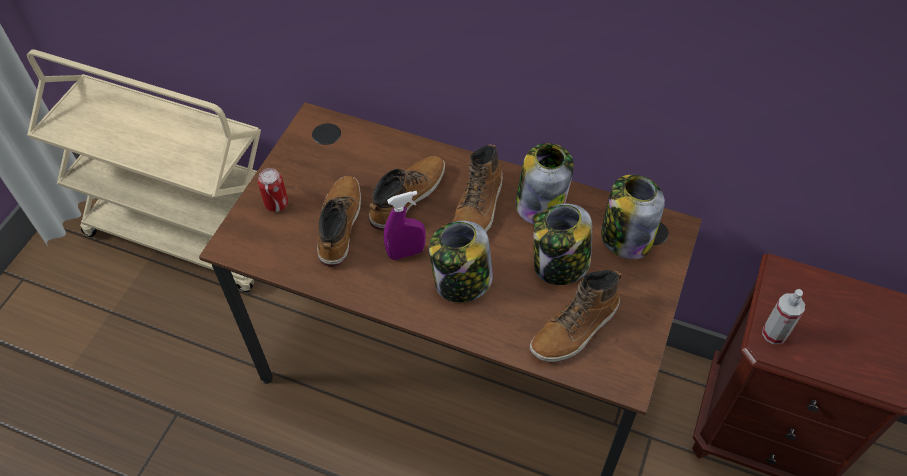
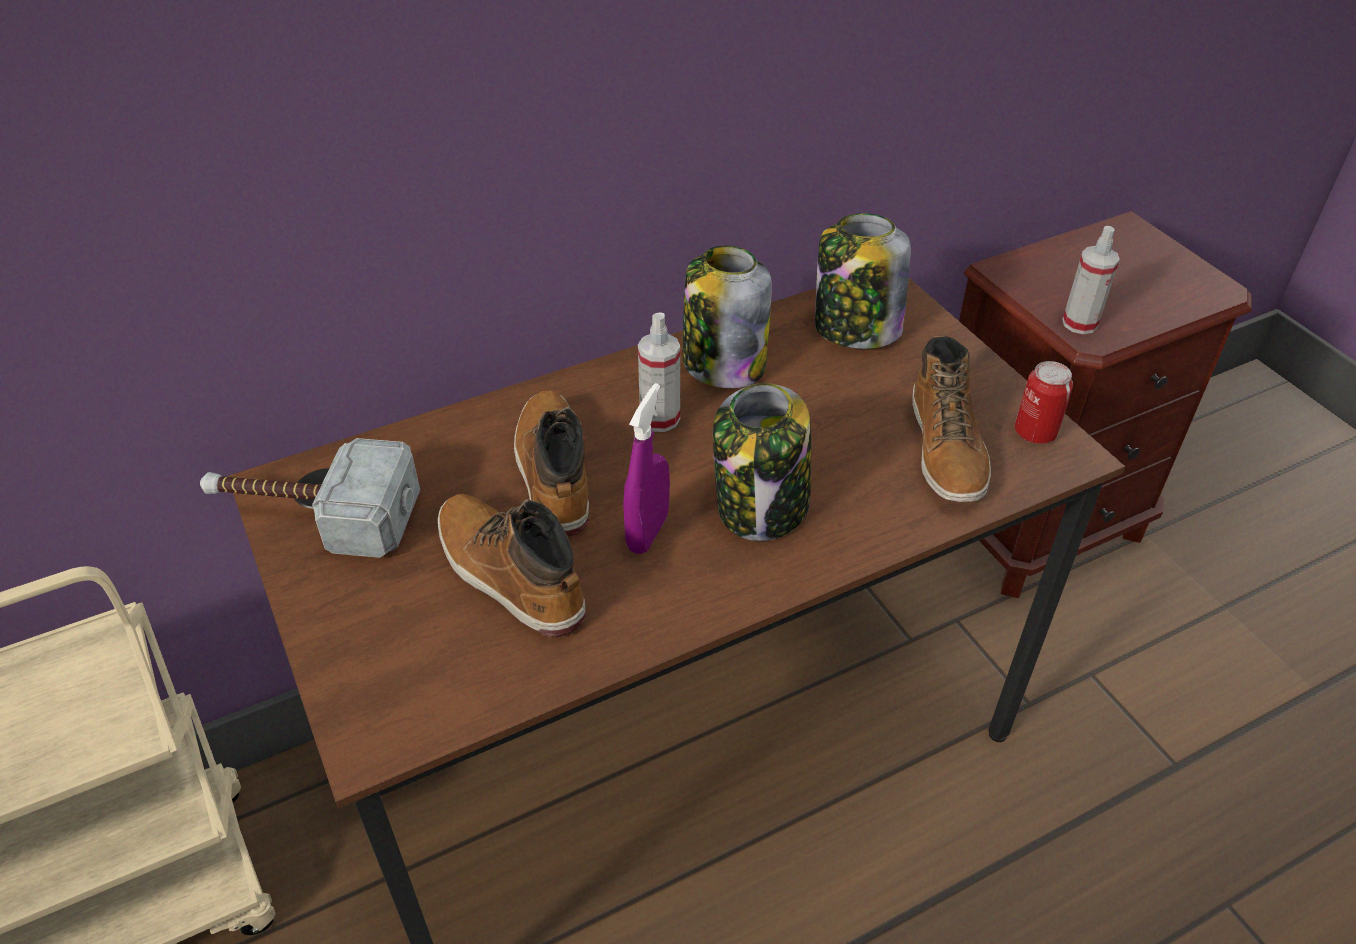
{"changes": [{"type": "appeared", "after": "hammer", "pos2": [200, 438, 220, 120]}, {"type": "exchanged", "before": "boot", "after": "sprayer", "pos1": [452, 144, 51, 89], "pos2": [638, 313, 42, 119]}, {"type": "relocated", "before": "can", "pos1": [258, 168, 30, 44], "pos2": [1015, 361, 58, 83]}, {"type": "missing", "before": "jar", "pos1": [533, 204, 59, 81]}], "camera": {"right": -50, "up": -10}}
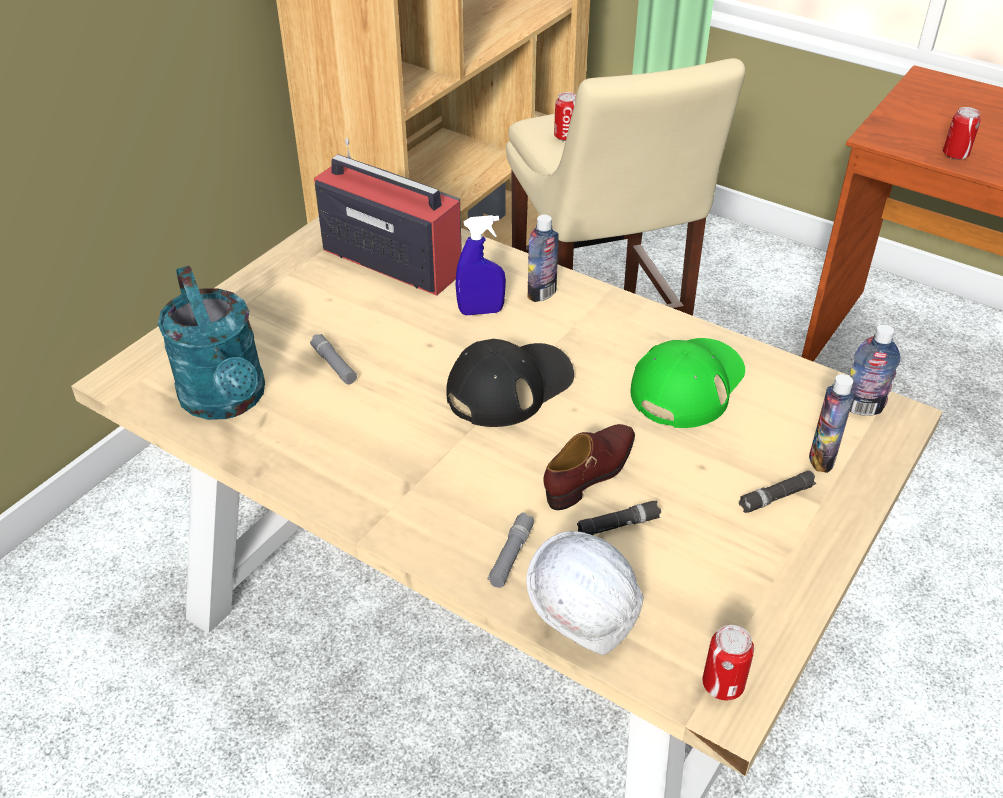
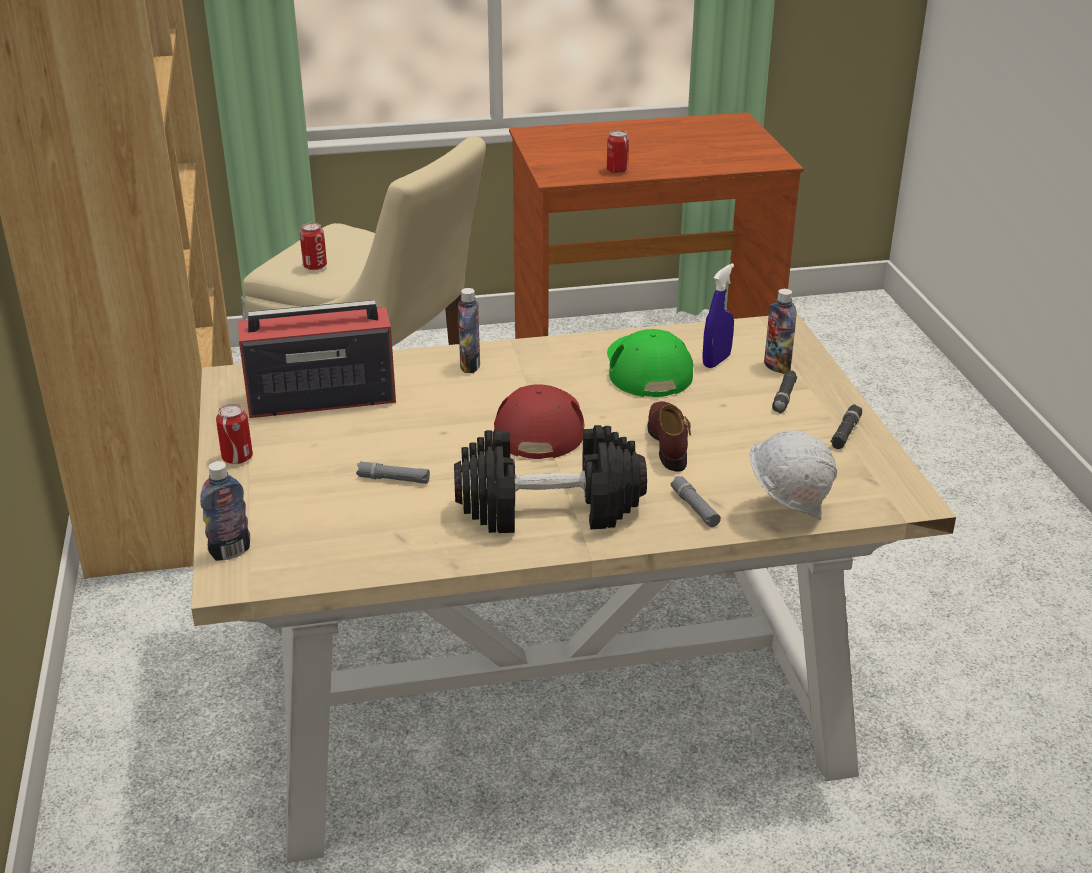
{"changes": [{"type": "relocated", "before": "beverage bottle", "pos1": [850, 325, 51, 91], "pos2": [200, 461, 50, 100]}, {"type": "relocated", "before": "can", "pos1": [702, 625, 52, 76], "pos2": [216, 404, 37, 60]}, {"type": "appeared", "after": "black dumbbell", "pos2": [454, 425, 193, 108]}, {"type": "colour", "before": "black peaked cap", "after": "red-coloured peaked cap", "pos1": [446, 339, 128, 88], "pos2": [494, 384, 90, 75]}, {"type": "relocated", "before": "blue sprayer", "pos1": [456, 215, 50, 100], "pos2": [702, 263, 32, 105]}, {"type": "relocated", "before": "black torch", "pos1": [577, 501, 84, 34], "pos2": [830, 404, 32, 45]}, {"type": "missing", "before": "blue-green sprinkling can", "pos1": [158, 266, 107, 154]}], "camera": {"right": -45, "up": -10}}
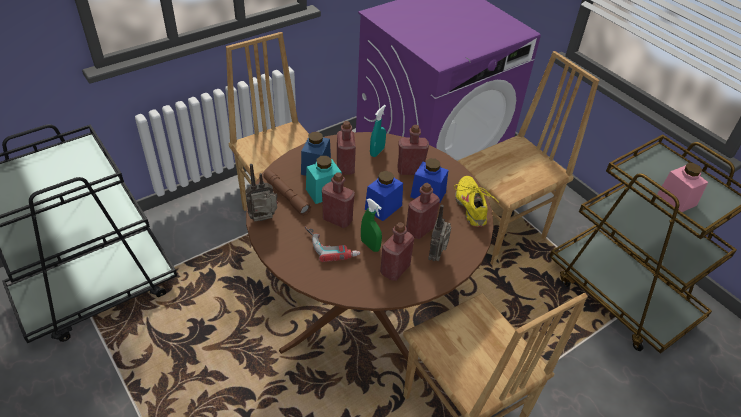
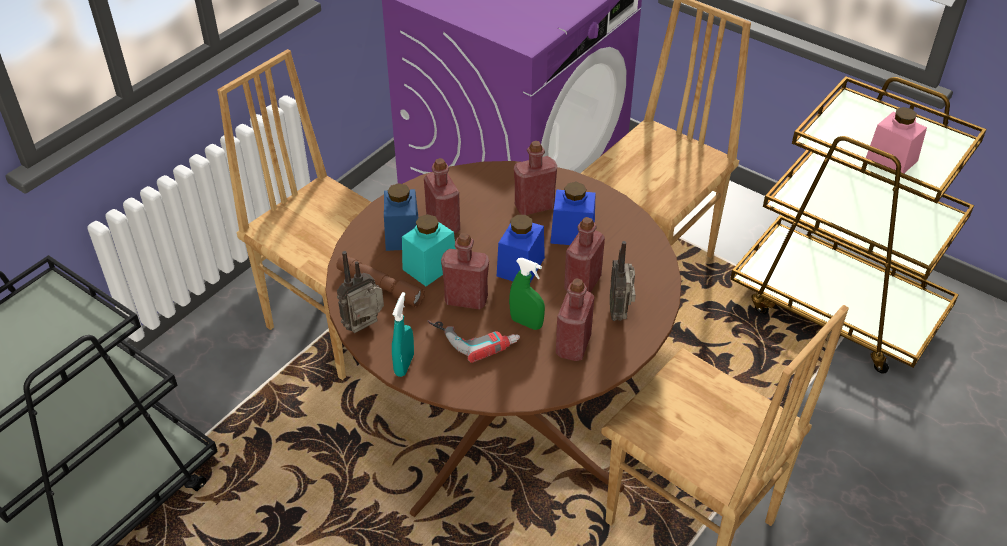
{"changes": [{"type": "relocated", "before": "blue-green sprayer", "pos1": [370, 105, 16, 52], "pos2": [392, 292, 22, 85]}, {"type": "missing", "before": "yellowish low shoe", "pos1": [454, 176, 41, 51]}], "camera": {"right": -15, "up": 0}}
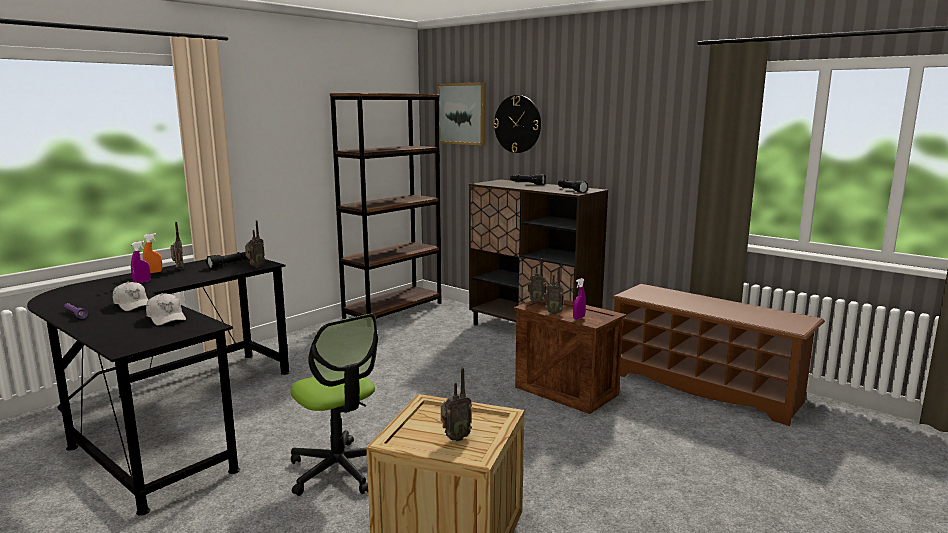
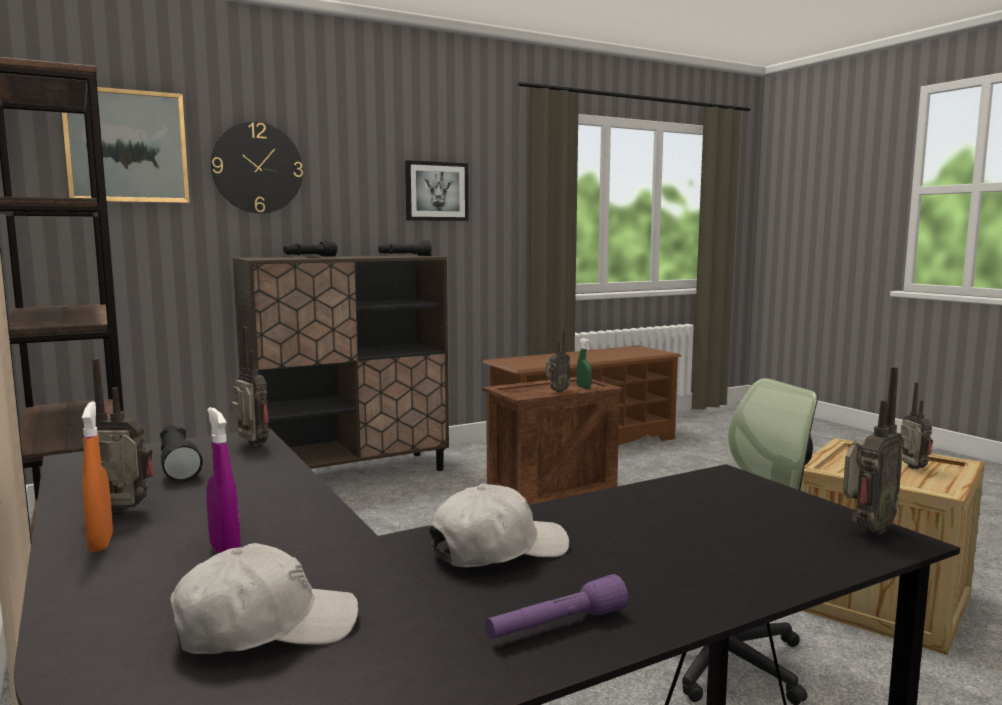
{"changes": [{"type": "relocated", "before": "white-coloured peaked cap", "pos1": [146, 293, 40, 33], "pos2": [170, 543, 188, 111]}, {"type": "appeared", "after": "picture", "pos2": [405, 160, 63, 61]}, {"type": "colour", "before": "purplish sprayer", "after": "green sprayer", "pos1": [573, 278, 13, 42], "pos2": [576, 338, 16, 51]}, {"type": "relocated", "before": "radio receiver", "pos1": [528, 258, 19, 46], "pos2": [843, 367, 61, 168]}], "camera": {"right": -70, "up": -5}}
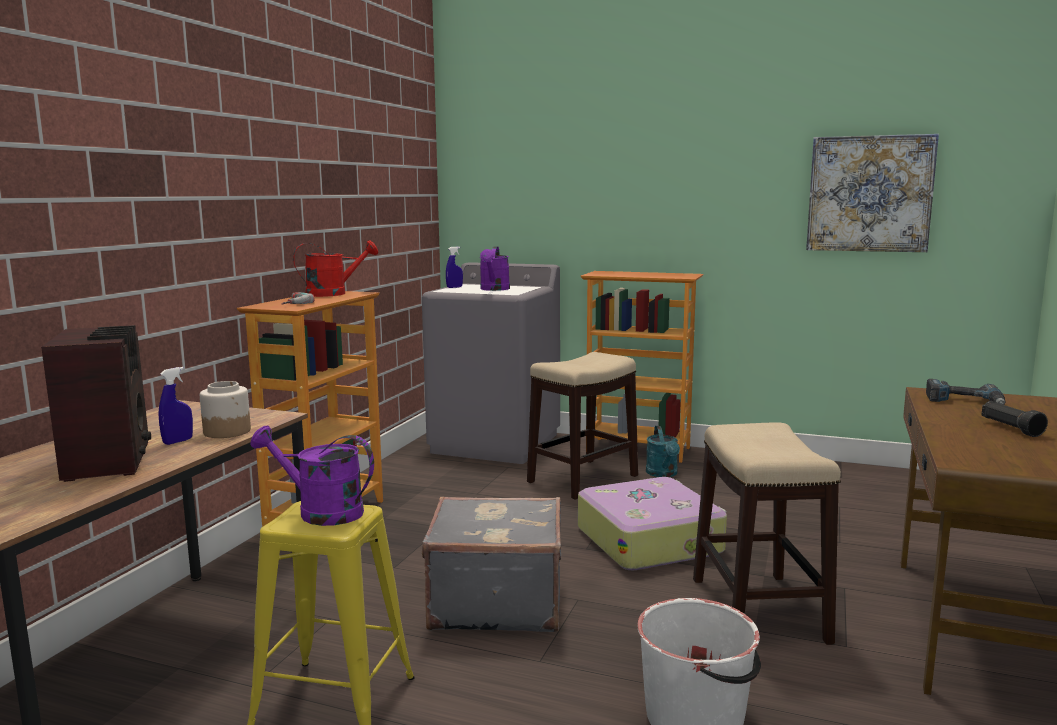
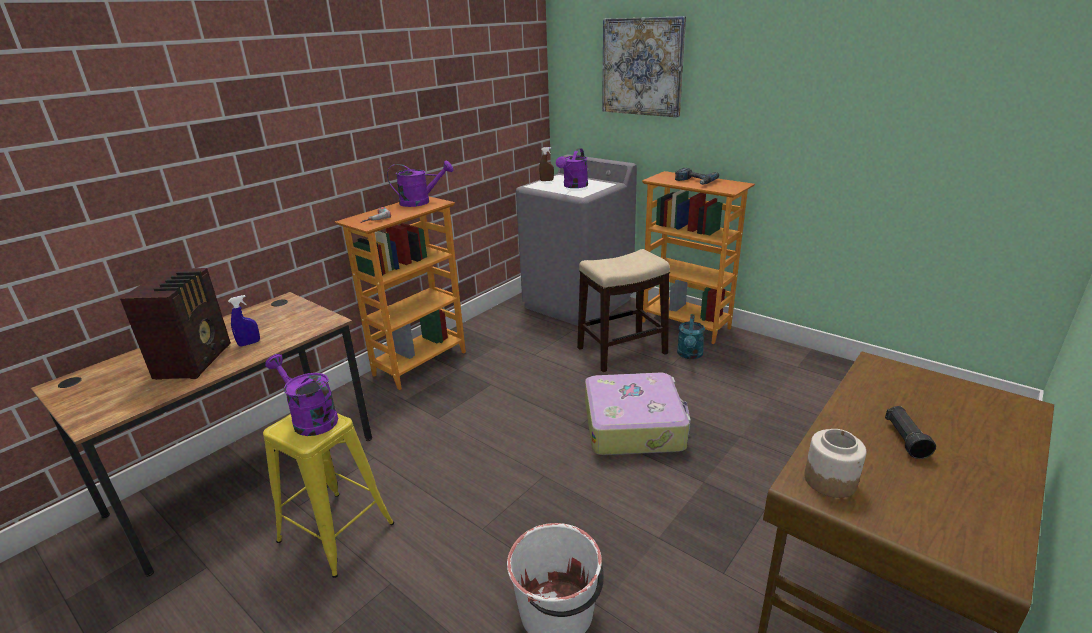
{"changes": [{"type": "colour", "before": "red-coloured sprinkling can", "after": "purplish sprinkling can", "pos1": [293, 240, 85, 57], "pos2": [387, 160, 67, 47]}, {"type": "colour", "before": "blue sprayer", "after": "brown-coloured sprayer", "pos1": [446, 246, 17, 42], "pos2": [539, 147, 15, 34]}, {"type": "relocated", "before": "picture", "pos1": [806, 134, 133, 118], "pos2": [602, 16, 84, 101]}, {"type": "relocated", "before": "drill", "pos1": [926, 379, 80, 26], "pos2": [675, 168, 44, 17]}, {"type": "relocated", "before": "jar", "pos1": [200, 381, 51, 57], "pos2": [804, 429, 62, 69]}, {"type": "missing", "before": "greyish piece of luggage", "pos1": [422, 497, 139, 135]}, {"type": "missing", "before": "sitting stool", "pos1": [693, 422, 148, 223]}], "camera": {"right": 20, "up": 15}}
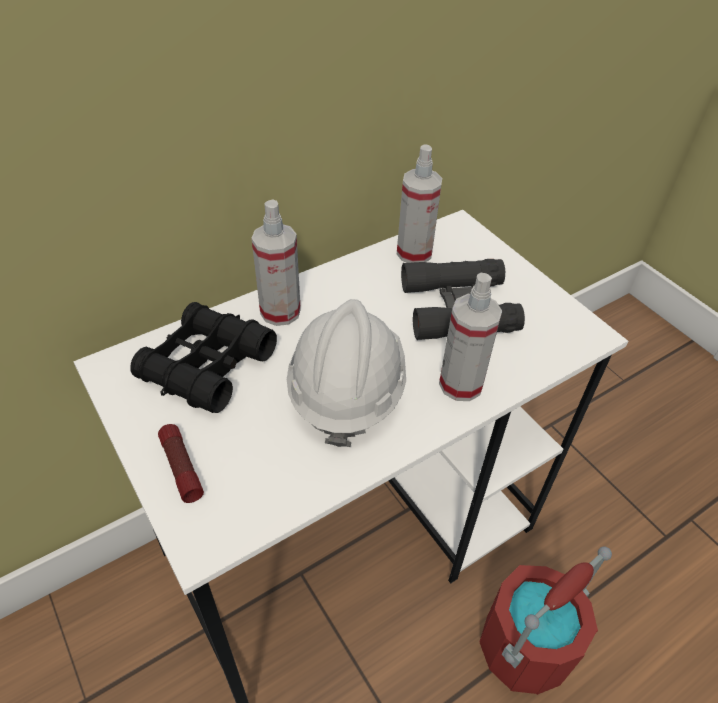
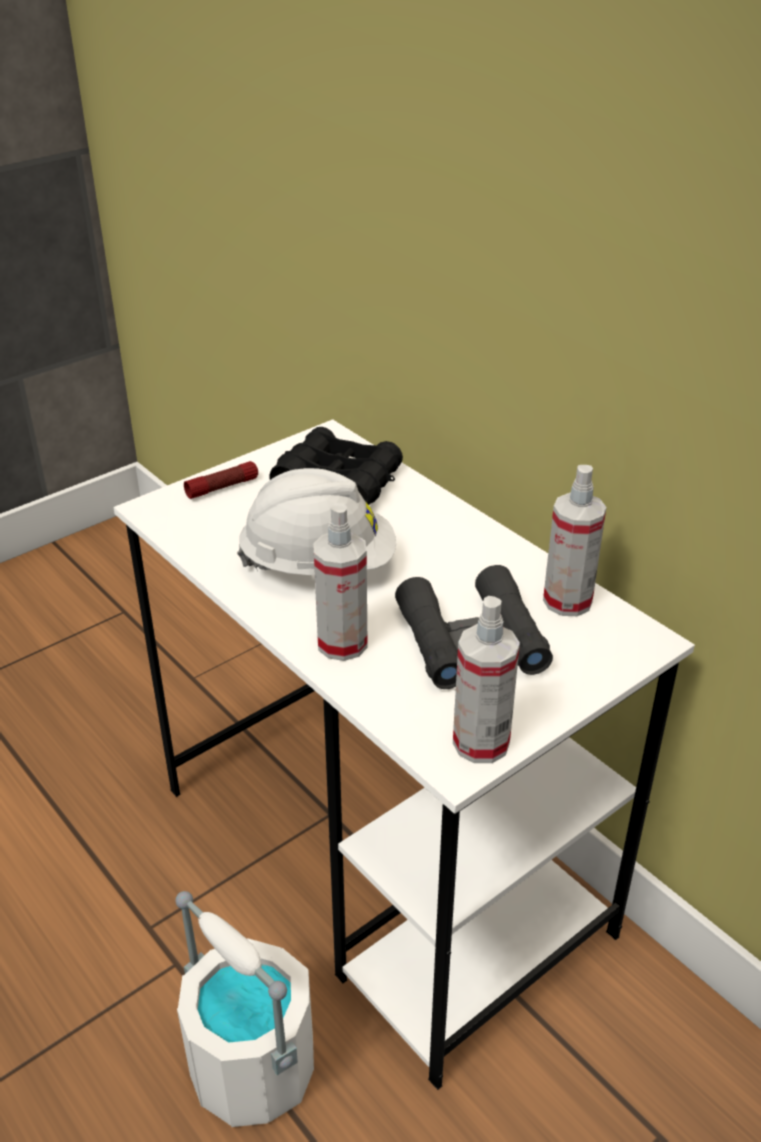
{"changes": [{"type": "colour", "before": "red-coloured water bucket", "after": "white-coloured water bucket", "pos1": [480, 546, 132, 149], "pos2": [175, 891, 139, 236]}, {"type": "relocated", "before": "sprayer", "pos1": [251, 199, 50, 127], "pos2": [453, 596, 67, 167]}], "camera": {"right": 85, "up": -10}}
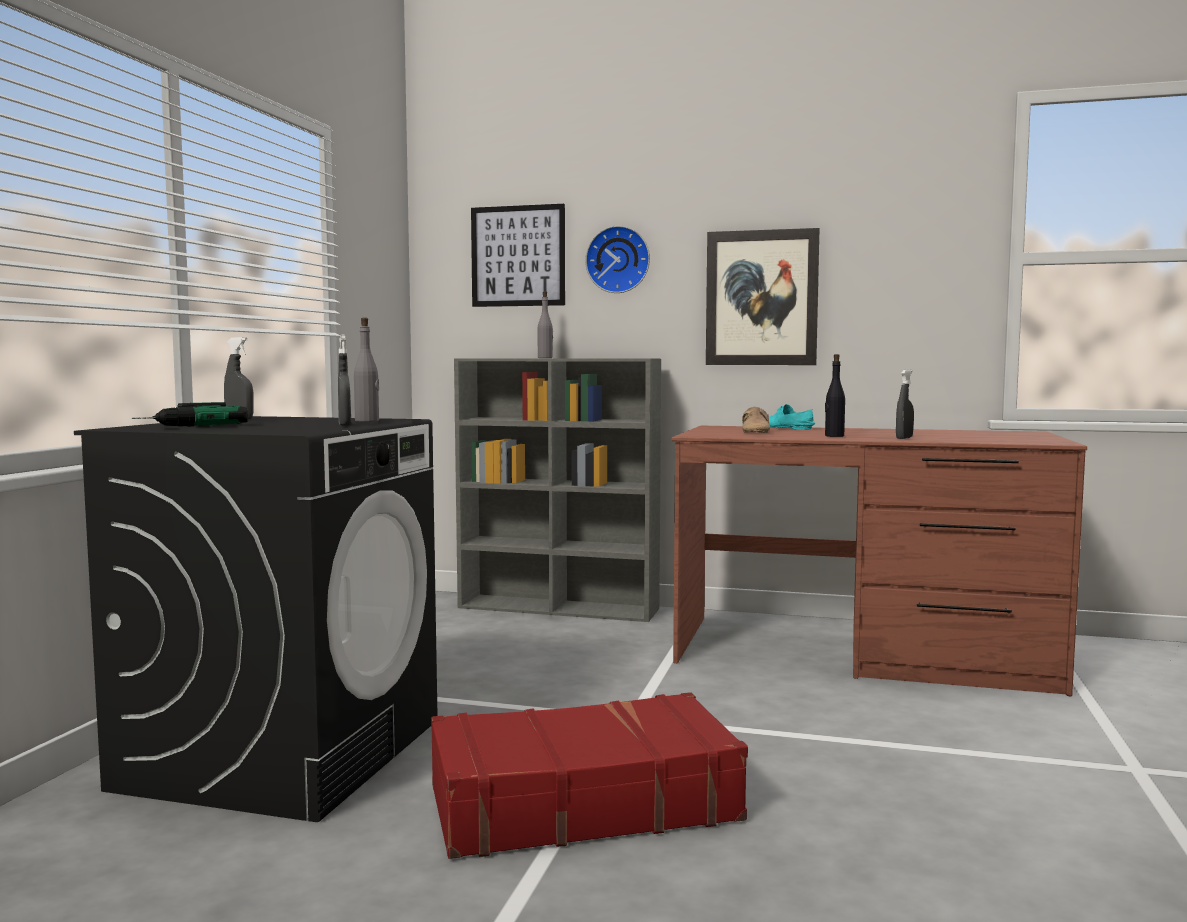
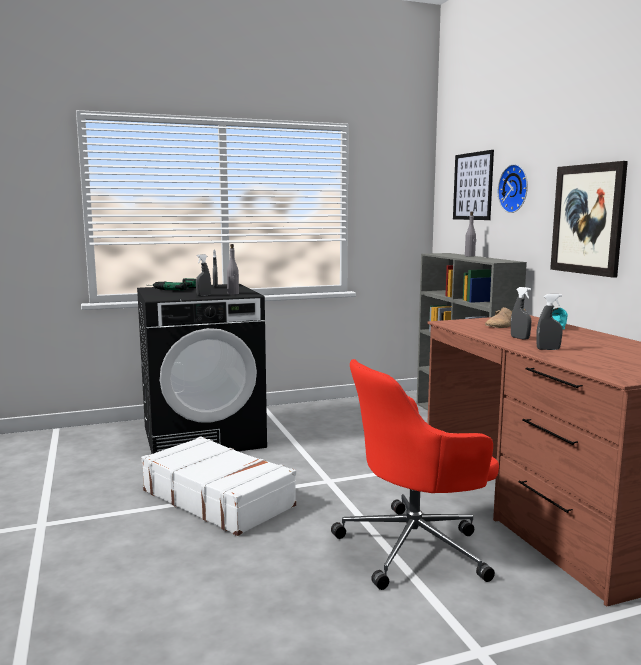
{"changes": [{"type": "colour", "before": "red-coloured piece of luggage", "after": "white-coloured piece of luggage", "pos1": [431, 692, 317, 167], "pos2": [141, 436, 155, 100]}, {"type": "appeared", "after": "red-coloured computer chair", "pos2": [331, 359, 168, 231]}, {"type": "exchanged", "before": "black beverage bottle", "after": "greyish sprayer", "pos1": [825, 354, 20, 83], "pos2": [511, 287, 20, 52]}], "camera": {"right": 55, "up": 5}}
